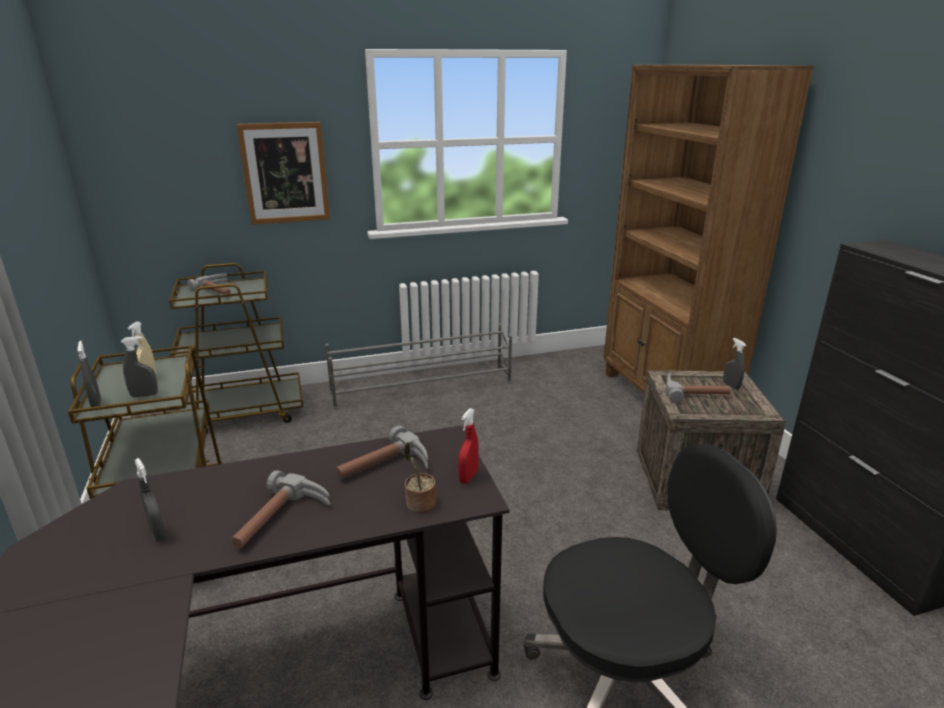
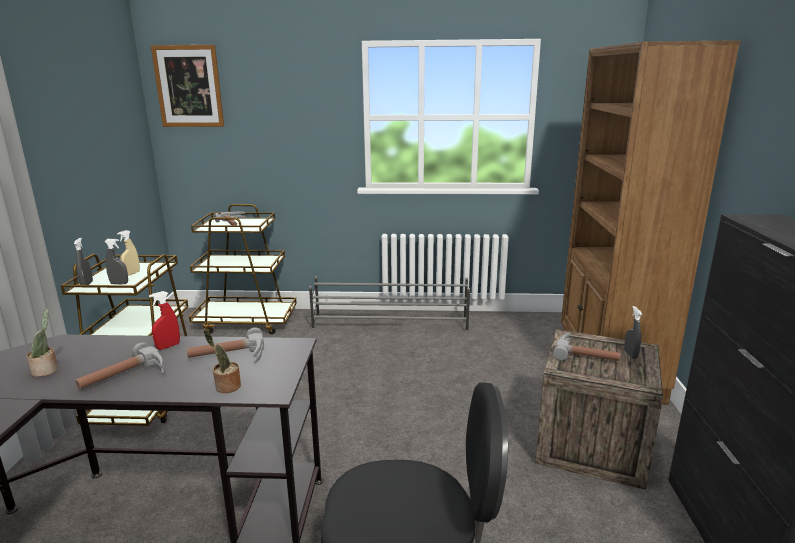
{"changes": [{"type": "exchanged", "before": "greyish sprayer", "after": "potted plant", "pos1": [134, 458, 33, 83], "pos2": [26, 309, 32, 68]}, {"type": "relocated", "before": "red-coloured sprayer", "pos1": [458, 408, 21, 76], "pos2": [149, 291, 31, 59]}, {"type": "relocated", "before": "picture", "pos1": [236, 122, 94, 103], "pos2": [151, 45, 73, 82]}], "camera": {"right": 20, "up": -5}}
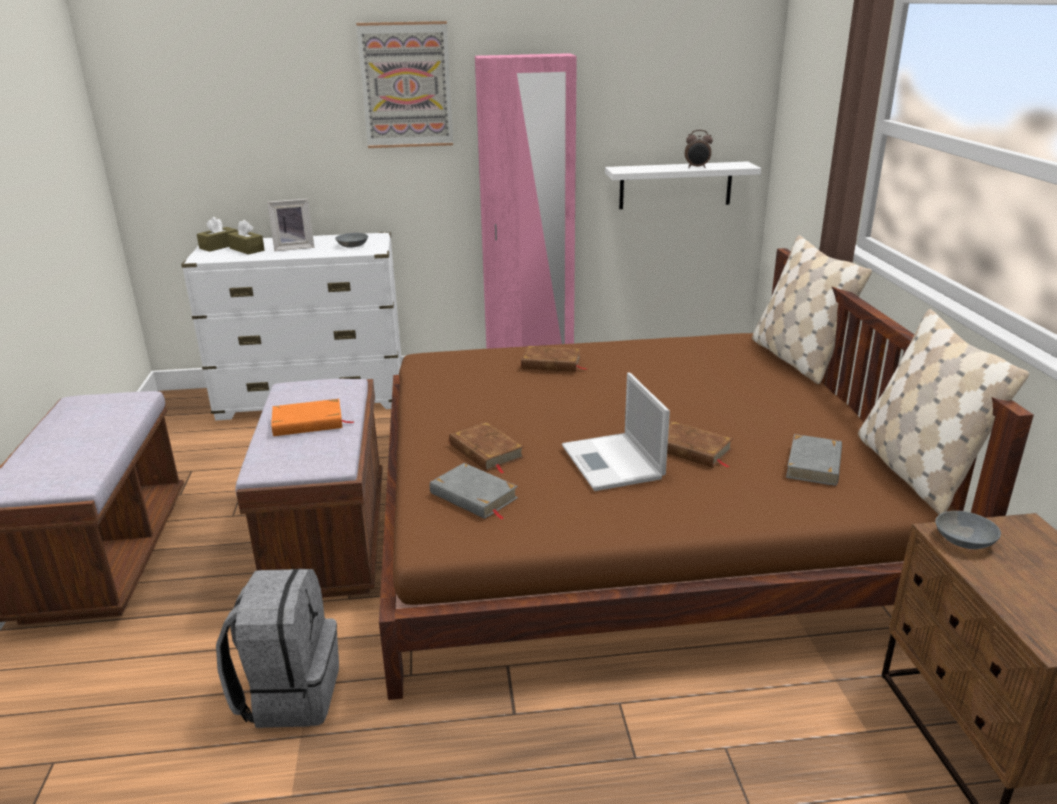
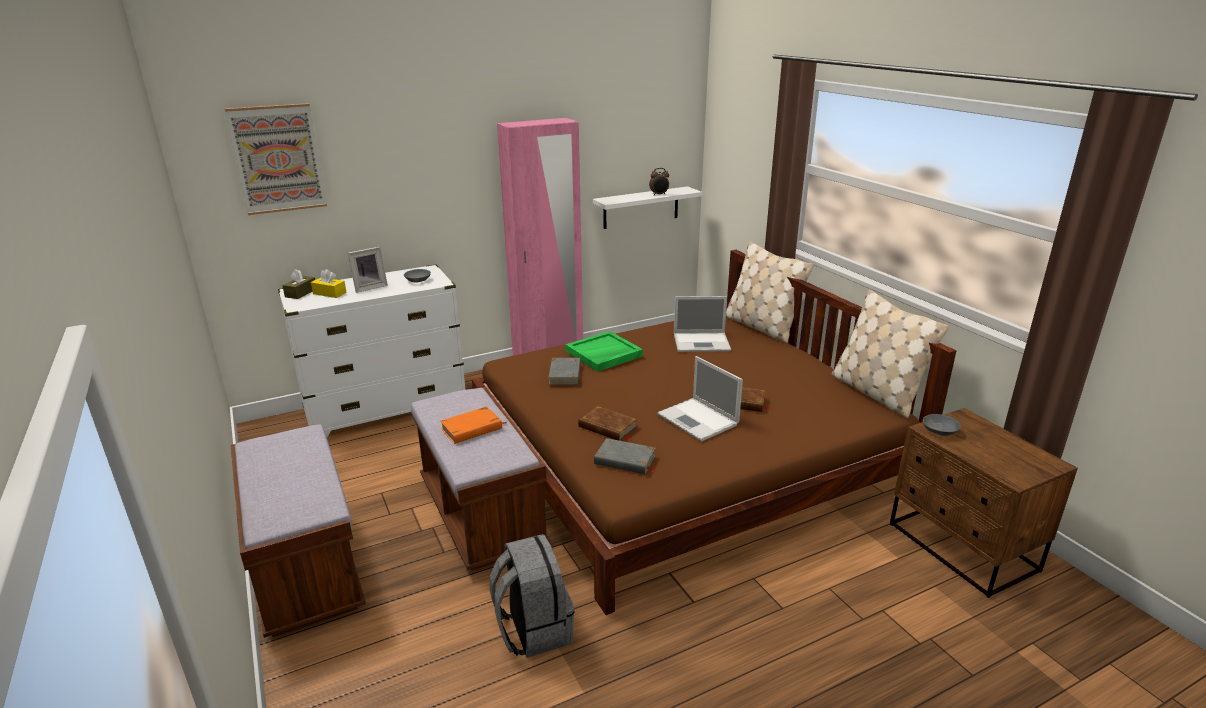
{"changes": [{"type": "relocated", "before": "picture", "pos1": [356, 21, 97, 127], "pos2": [225, 103, 102, 112]}, {"type": "colour", "before": "brown-coloured box of tissues", "after": "yellowish box of tissues", "pos1": [227, 219, 38, 36], "pos2": [311, 269, 36, 29]}, {"type": "relocated", "before": "greyish bound book", "pos1": [786, 434, 56, 52], "pos2": [548, 358, 33, 27]}, {"type": "exchanged", "before": "brown-coloured bound book", "after": "green tray", "pos1": [521, 346, 66, 26], "pos2": [565, 331, 78, 41]}, {"type": "appeared", "after": "portable computer", "pos2": [674, 296, 57, 56]}], "camera": {"right": -20, "up": 0}}
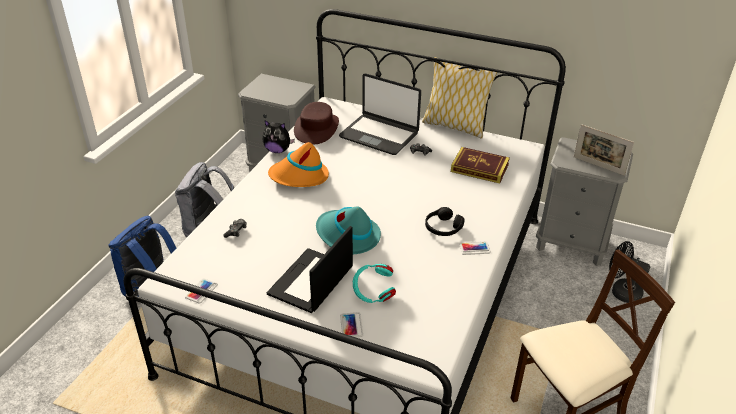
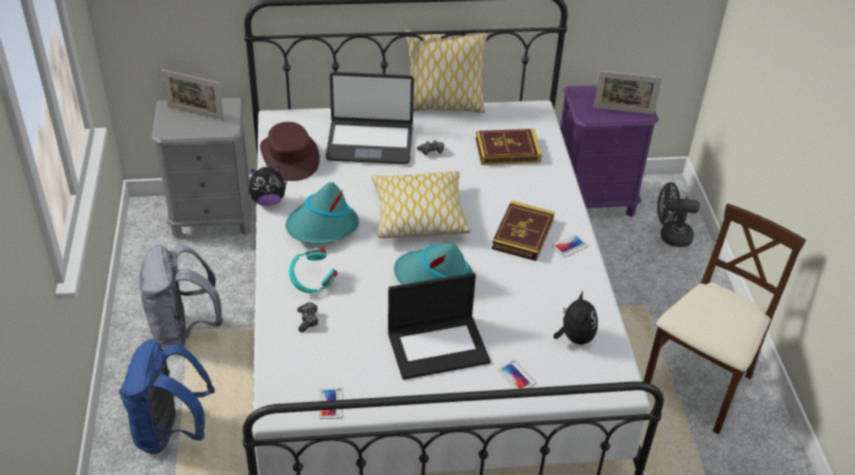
{"changes": [{"type": "appeared", "after": "standing frame", "pos2": [162, 69, 62, 52]}, {"type": "colour", "before": "orange wearable hat", "after": "blue-green wearable hat", "pos1": [268, 142, 61, 45], "pos2": [286, 182, 73, 62]}, {"type": "relocated", "before": "blue-green pair of headphones", "pos1": [353, 264, 43, 39], "pos2": [289, 248, 49, 45]}, {"type": "appeared", "after": "cushion", "pos2": [371, 171, 100, 67]}, {"type": "spun", "before": "portable computer", "pos1": [267, 226, 86, 87], "pos2": [388, 273, 102, 107], "turn": -105}, {"type": "exchanged", "before": "black pair of headphones", "after": "bound book", "pos1": [425, 207, 40, 29], "pos2": [492, 201, 63, 60]}, {"type": "appeared", "after": "cuddly toy", "pos2": [553, 291, 45, 54]}, {"type": "colour", "before": "greyish night table", "after": "purplish night table", "pos1": [536, 137, 97, 129], "pos2": [560, 85, 99, 132]}], "camera": {"right": -30, "up": 5}}
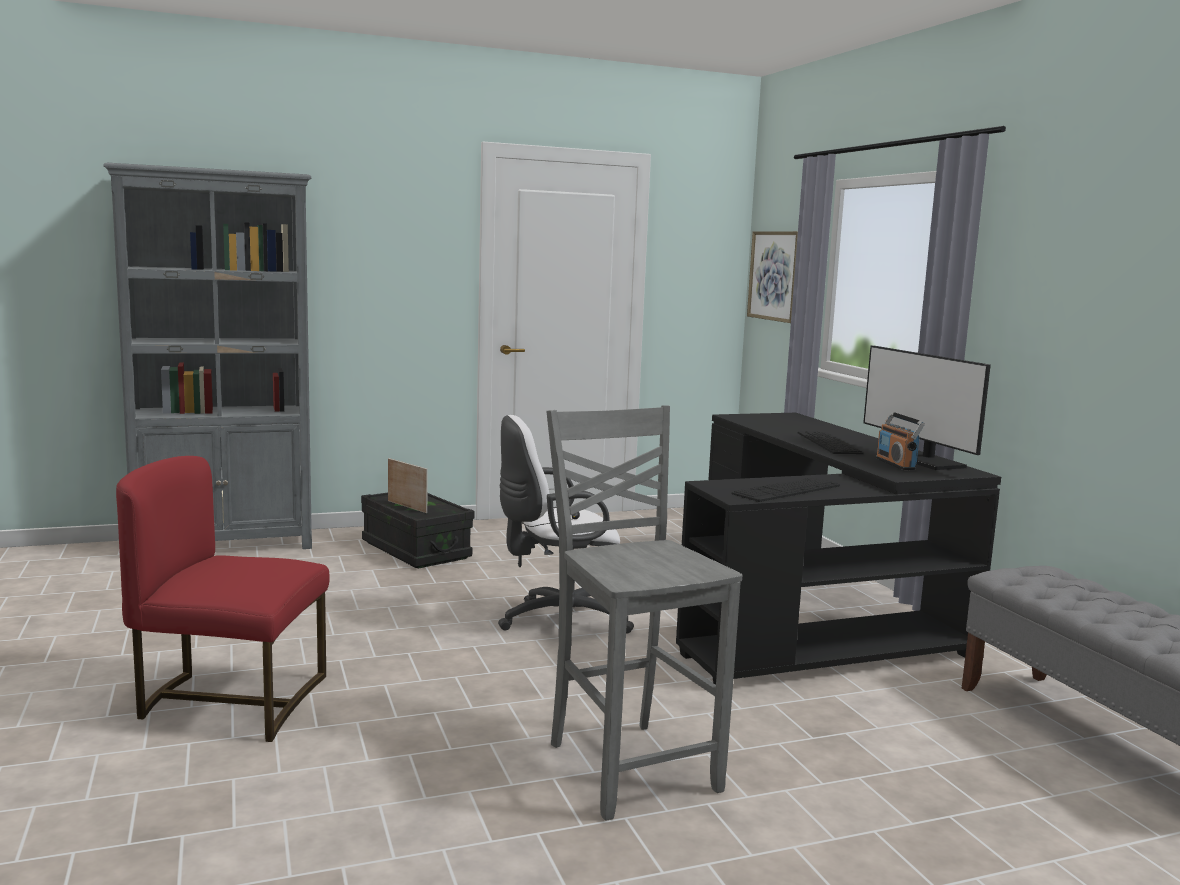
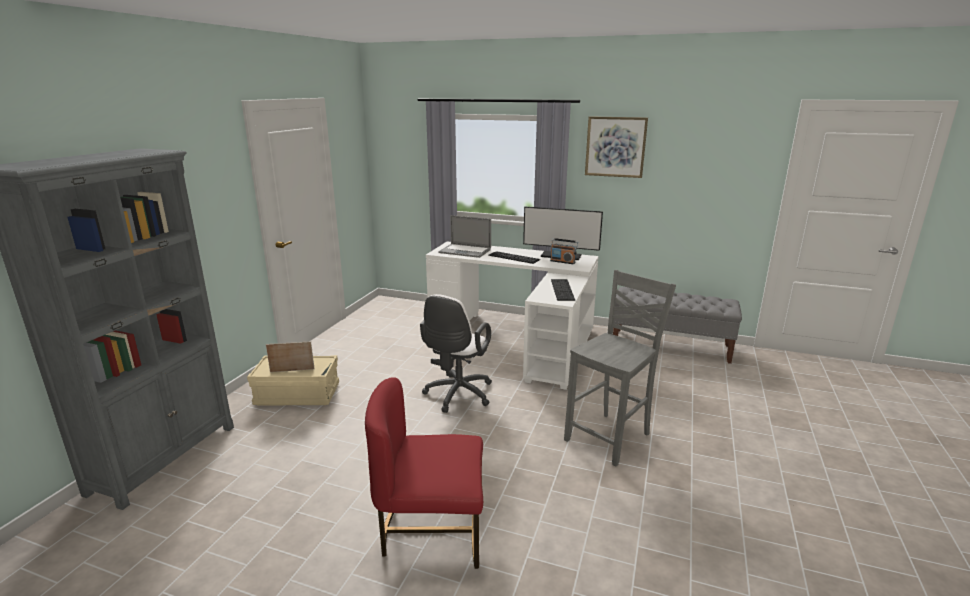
{"changes": [{"type": "colour", "before": "black storage container", "after": "beige storage container", "pos1": [361, 492, 114, 76], "pos2": [247, 355, 92, 50]}, {"type": "spun", "before": "red-coloured plain chair", "pos1": [116, 456, 214, 286], "pos2": [365, 377, 118, 192], "turn": 45}, {"type": "colour", "before": "black desk", "after": "white-coloured desk", "pos1": [676, 413, 325, 272], "pos2": [426, 242, 173, 148]}, {"type": "appeared", "after": "portable computer", "pos2": [438, 215, 53, 43]}, {"type": "spun", "before": "greyish plain chair", "pos1": [547, 405, 195, 415], "pos2": [564, 270, 112, 196], "turn": 120}, {"type": "relocated", "before": "picture", "pos1": [747, 231, 51, 92], "pos2": [585, 116, 63, 62]}], "camera": {"right": -50, "up": 10}}
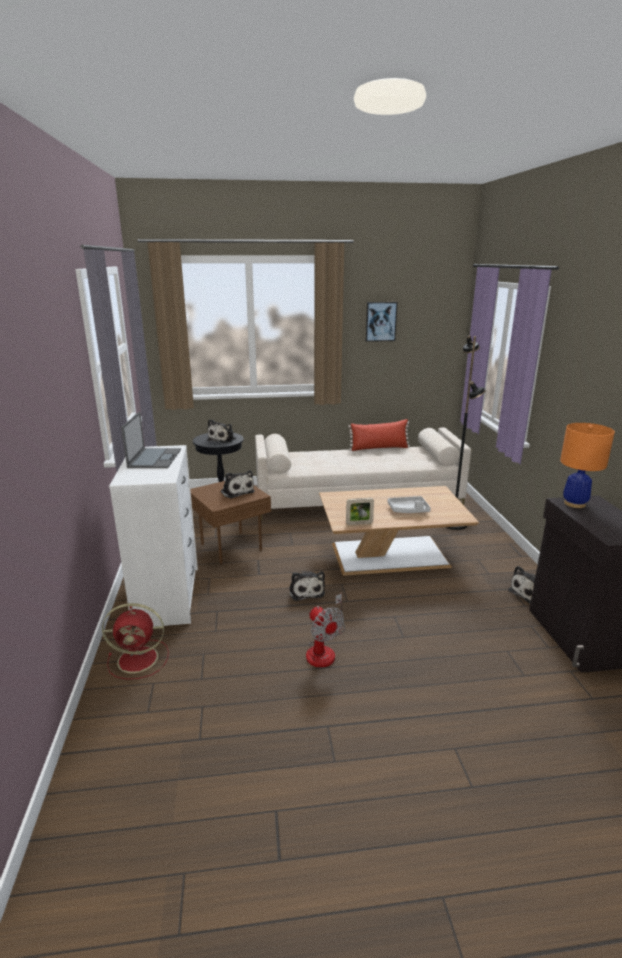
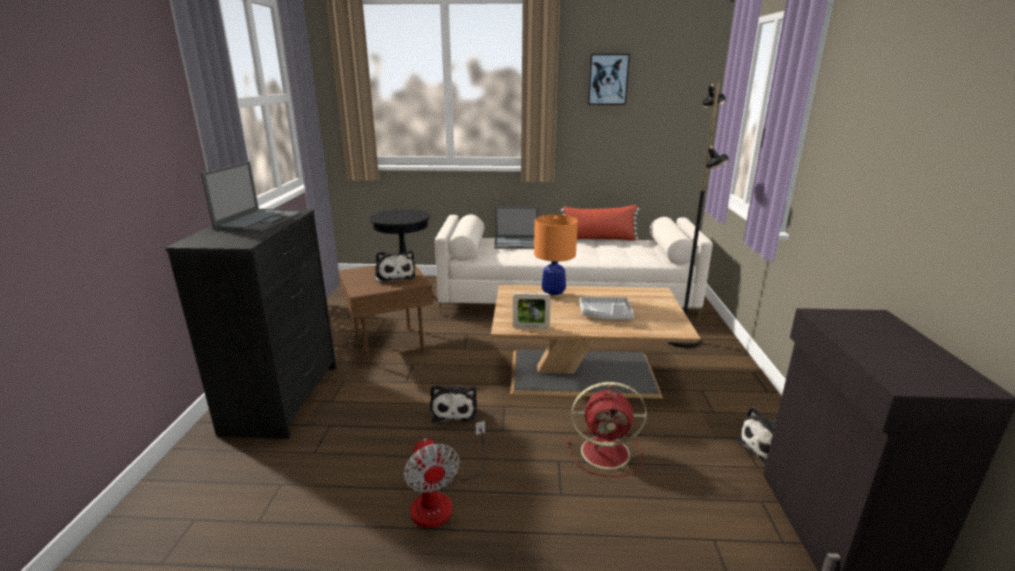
{"changes": [{"type": "colour", "before": "white-coloured drawer chest", "after": "black drawer chest", "pos1": [109, 445, 89, 182], "pos2": [165, 209, 171, 230]}, {"type": "appeared", "after": "portable computer", "pos2": [494, 206, 44, 43]}, {"type": "relocated", "before": "orange tabletop lamp", "pos1": [560, 423, 55, 85], "pos2": [534, 214, 44, 85]}, {"type": "relocated", "before": "red-coloured cooling fan", "pos1": [102, 603, 67, 76], "pos2": [567, 382, 80, 95]}, {"type": "missing", "before": "cuddly toy", "pos1": [207, 419, 29, 24]}], "camera": {"right": 10, "up": 0}}
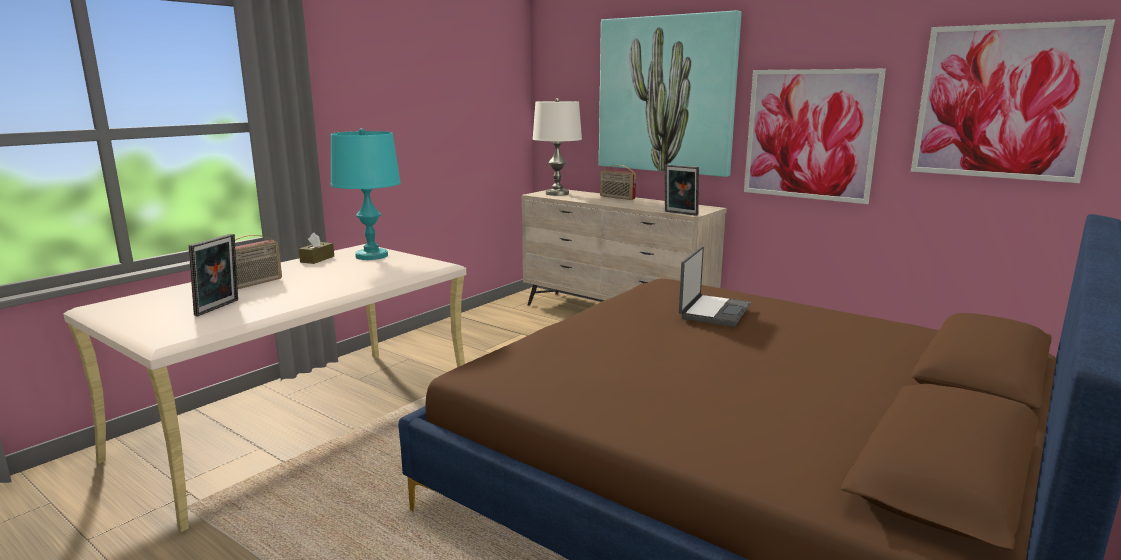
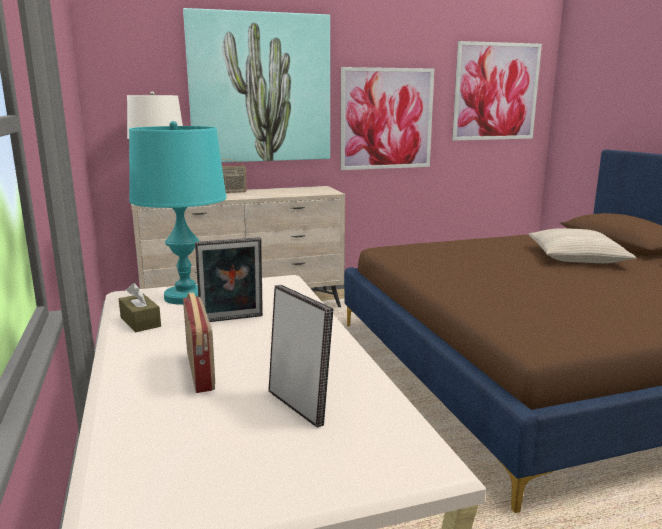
{"changes": [{"type": "relocated", "before": "standing frame", "pos1": [665, 165, 34, 51], "pos2": [195, 237, 68, 85]}, {"type": "appeared", "after": "beige cushion", "pos2": [529, 228, 107, 35]}, {"type": "missing", "before": "portable computer", "pos1": [679, 246, 72, 81]}], "camera": {"right": -55, "up": 0}}
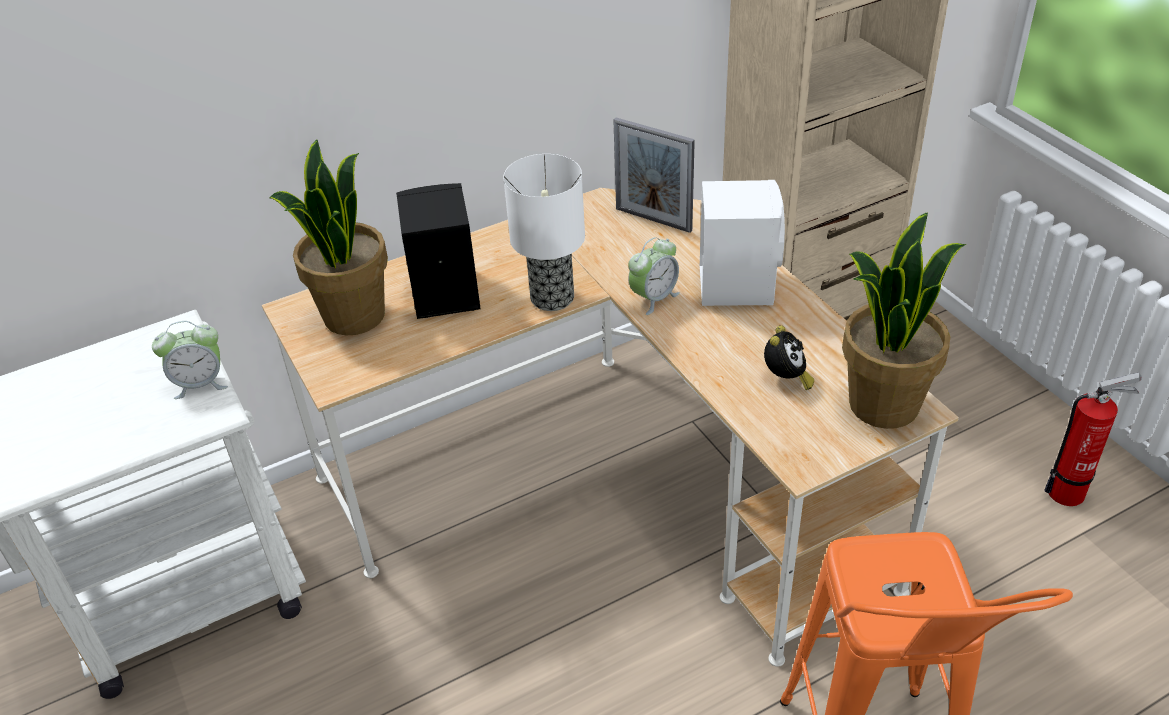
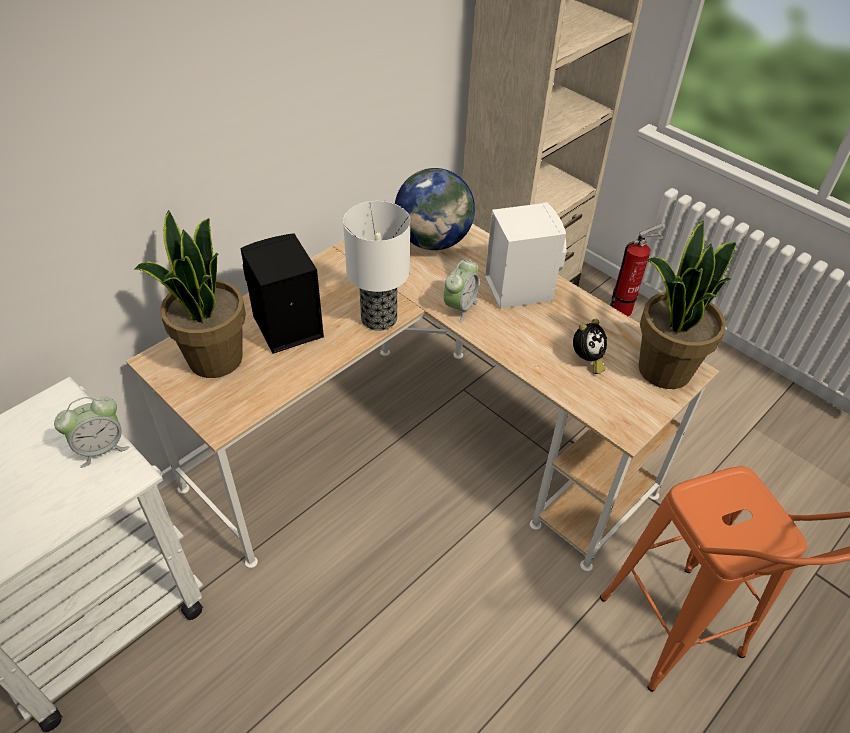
{"changes": [{"type": "exchanged", "before": "standing frame", "after": "desk globe", "pos1": [613, 118, 82, 115], "pos2": [395, 168, 80, 82]}, {"type": "spun", "before": "bedside clock", "pos1": [764, 325, 50, 65], "pos2": [573, 319, 34, 55], "turn": 45}, {"type": "relocated", "before": "fire extinguisher", "pos1": [1044, 373, 98, 133], "pos2": [610, 224, 53, 92]}], "camera": {"right": -20, "up": 5}}
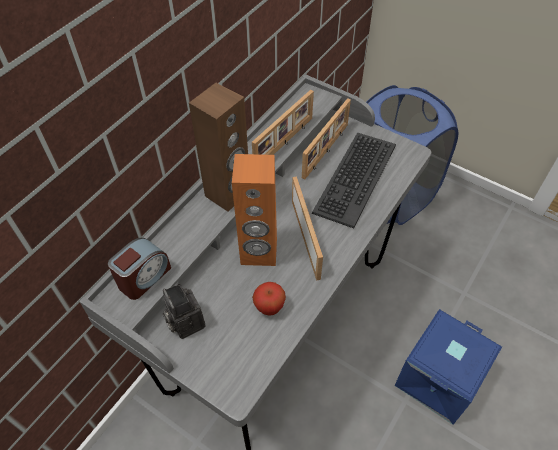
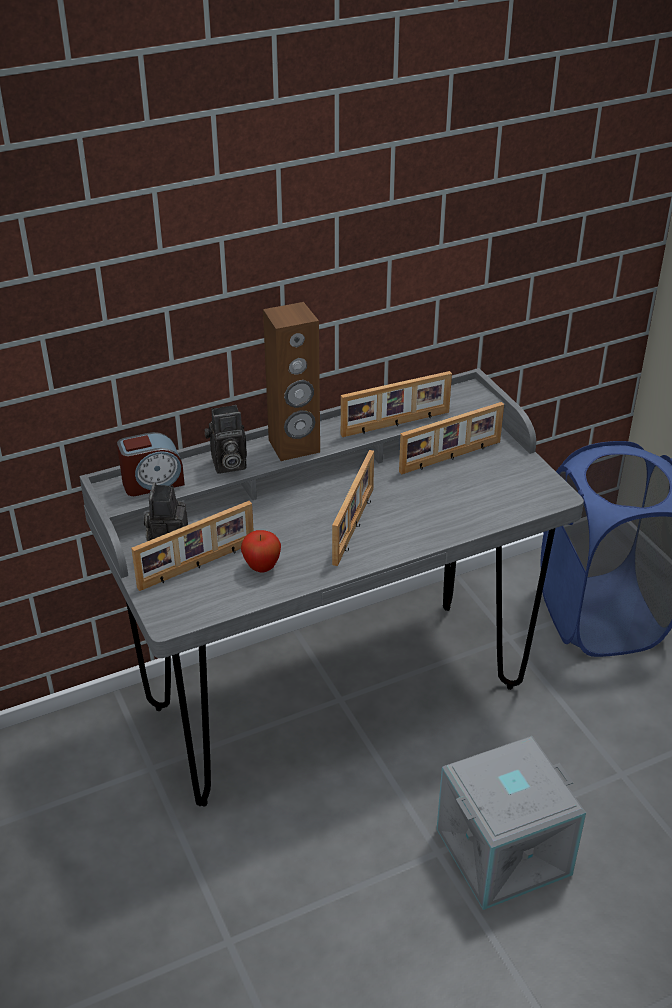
{"changes": [{"type": "appeared", "after": "standing frame", "pos2": [131, 501, 123, 90]}, {"type": "appeared", "after": "still camera", "pos2": [204, 405, 43, 68]}, {"type": "colour", "before": "blue storage container", "after": "greyish storage container", "pos1": [395, 309, 107, 116], "pos2": [437, 736, 149, 174]}, {"type": "missing", "before": "orange audio speaker", "pos1": [232, 154, 45, 112]}, {"type": "missing", "before": "computer keyboard", "pos1": [312, 132, 84, 96]}], "camera": {"right": 30, "up": -15}}
